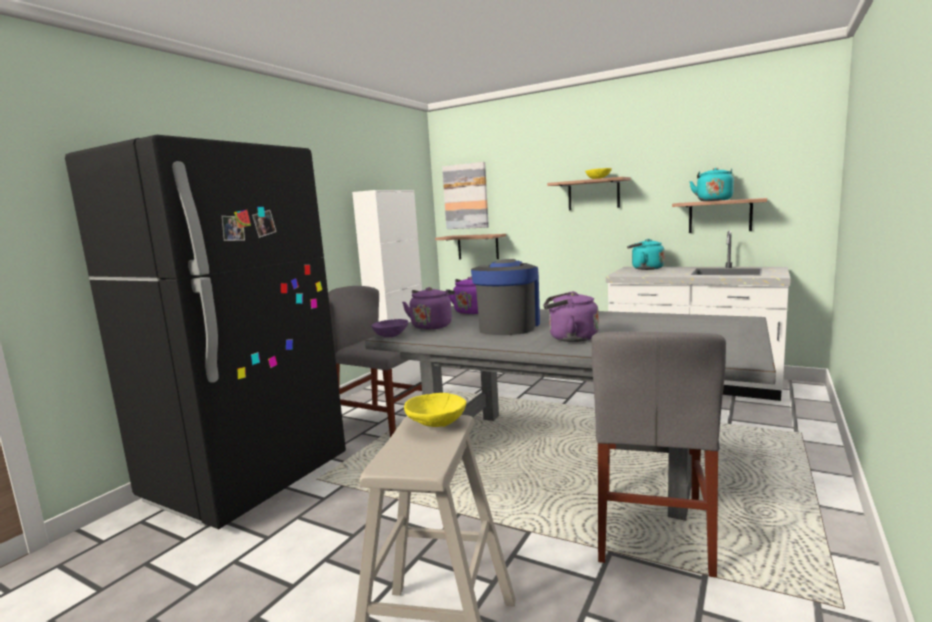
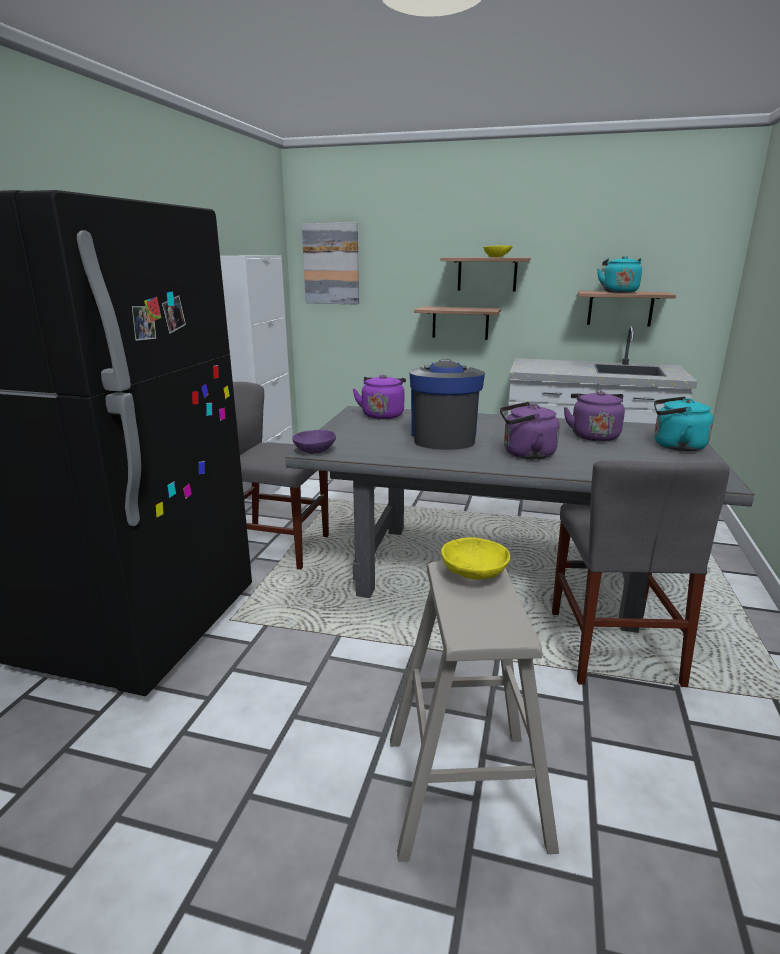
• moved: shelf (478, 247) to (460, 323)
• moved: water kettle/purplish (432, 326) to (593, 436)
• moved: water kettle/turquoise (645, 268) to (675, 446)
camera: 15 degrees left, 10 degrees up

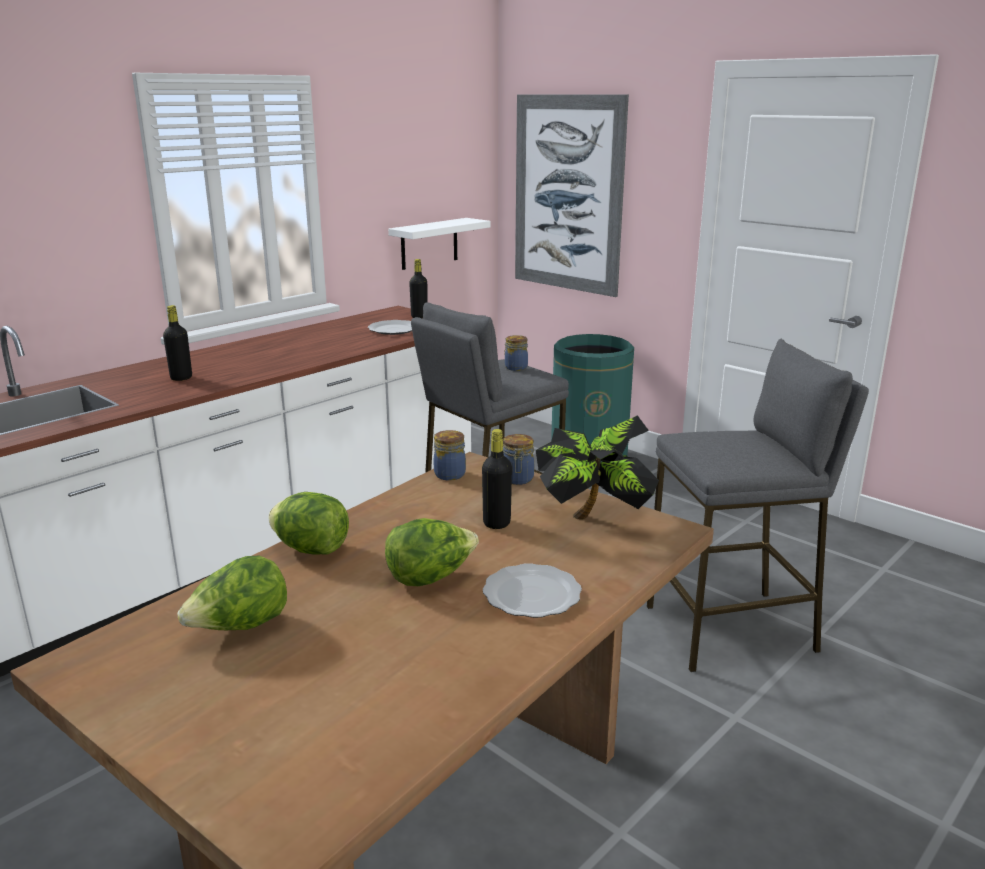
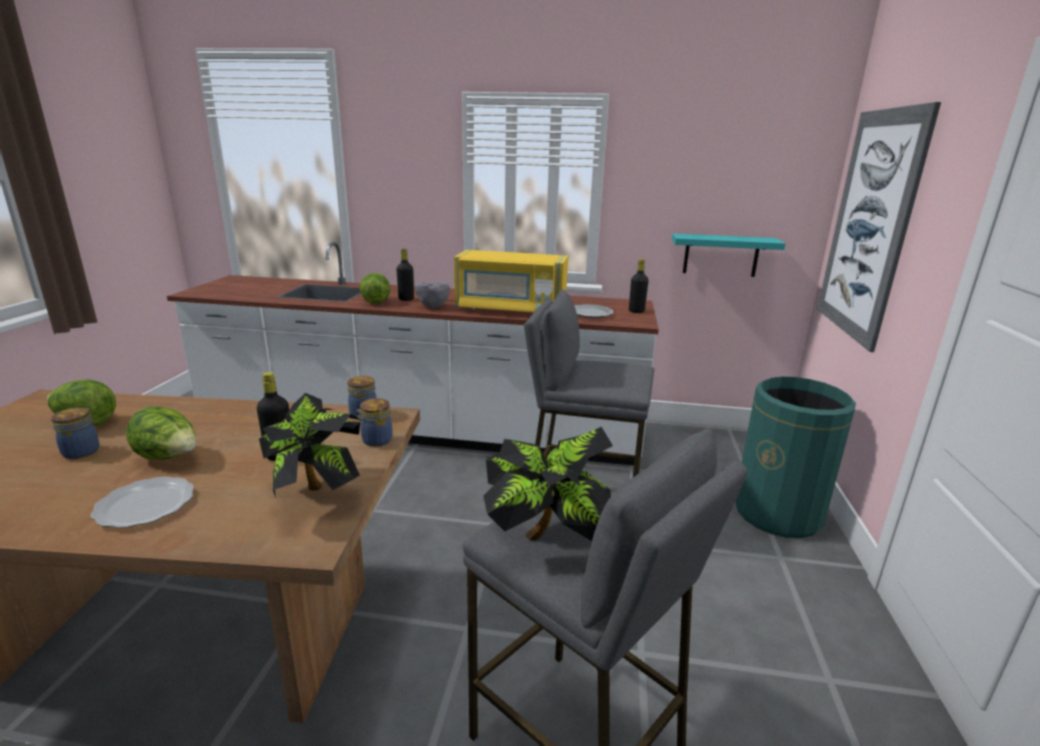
• moved: jar (515, 367) to (83, 451)
• moved: head of lettuce (311, 549) to (376, 302)
• added: bowl/grey (432, 307)
• added: kitchen microwave/yellow (510, 309)
• added: plant in a pot (549, 540)
• recoloured: shelf/whitish (429, 243) to shelf/turquoise (721, 255)
camera: 55 degrees right, 0 degrees up

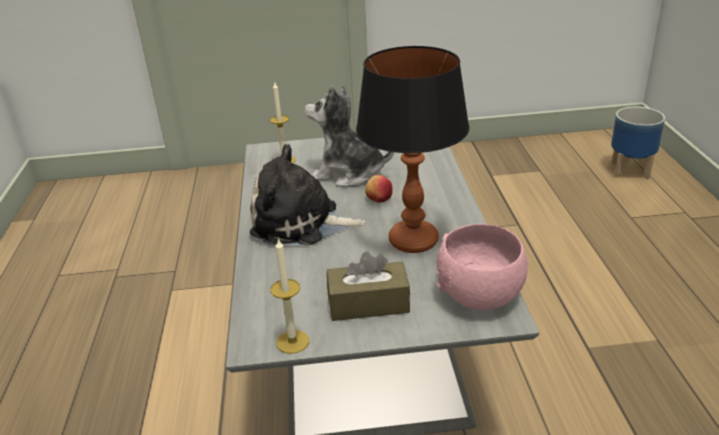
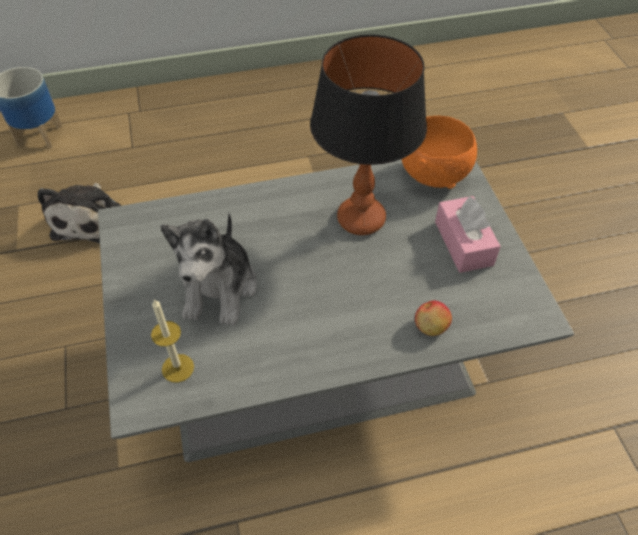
• moved: soft toy (301, 223) to (90, 219)
• recoloured: bowl/pinkish (481, 296) to bowl/orangey (435, 174)
• moved: apple fruit (379, 199) to (431, 326)
• recoloured: tissue holder/brown (368, 304) to tissue holder/pinkish (463, 243)
• removed: candle (292, 342)
camera: 100 degrees left, 20 degrees up

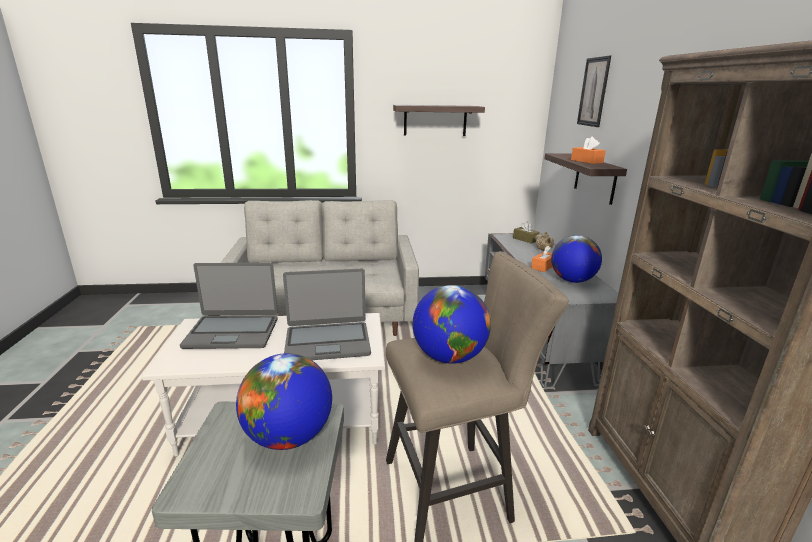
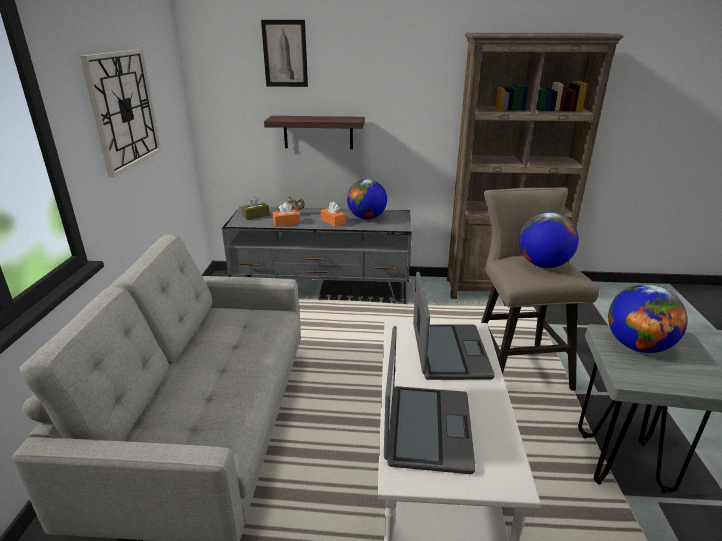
• replaced: shelf (435, 120) to hanging clock (124, 110)
• moved: tissue holder/orangey (586, 161) to (286, 223)
camera: 80 degrees left, 5 degrees up

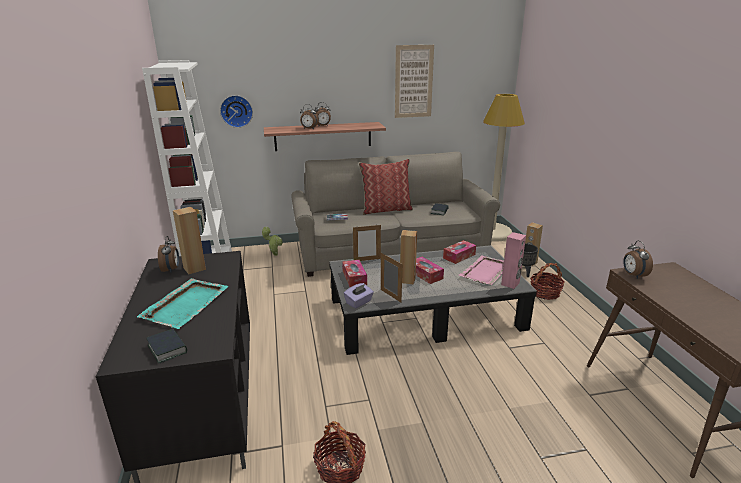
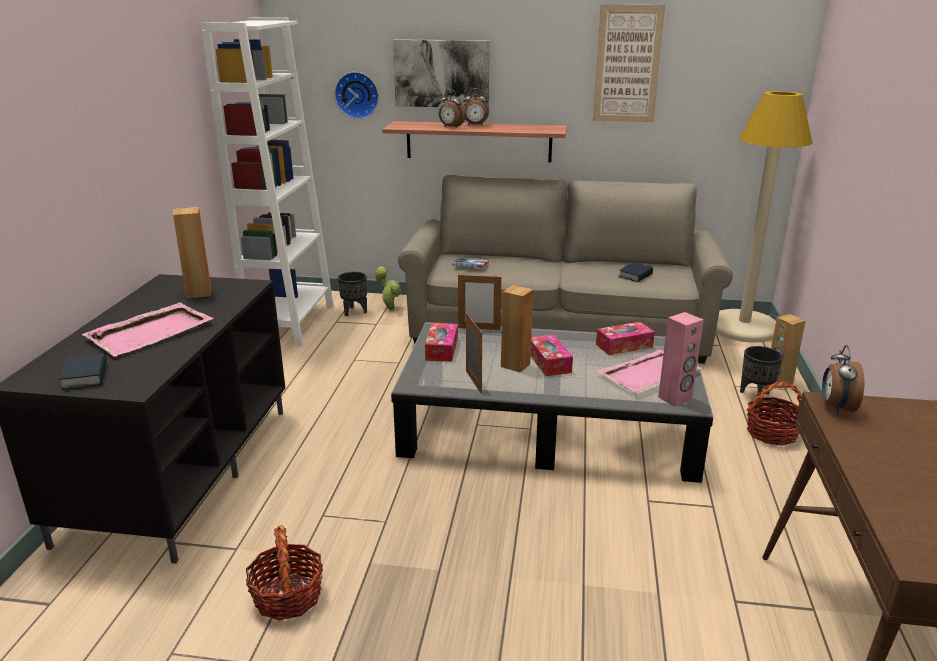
• recoloured: serving tray/turquoise (186, 304) to serving tray/pinkish (151, 332)
• added: plant pot/black-coloured (354, 311)
• added: wall picture (441, 73)
• removed: alarm clock (171, 269)
• removed: tissue holder/purplish (359, 302)
• removed: cushion (386, 209)
camera: 20 degrees right, 0 degrees up

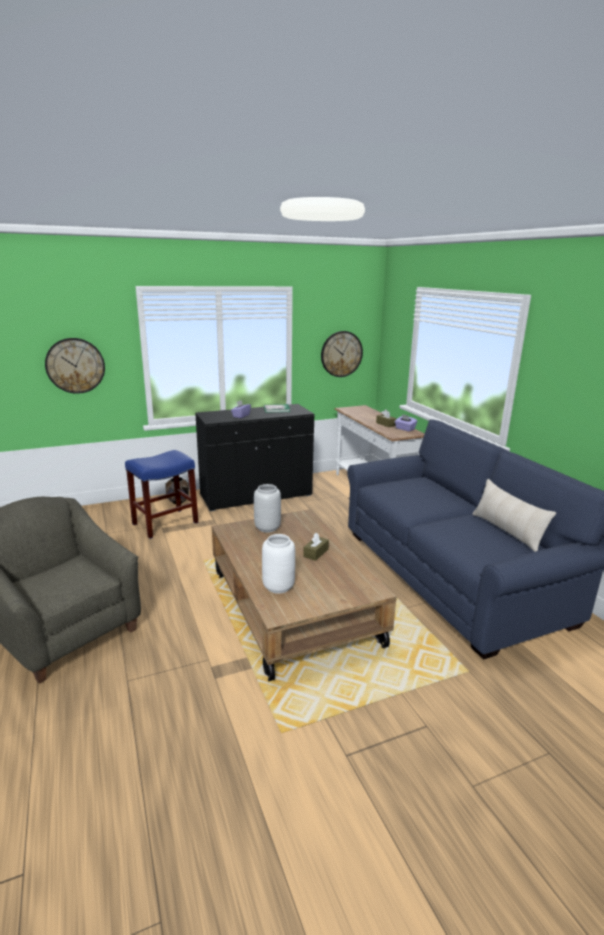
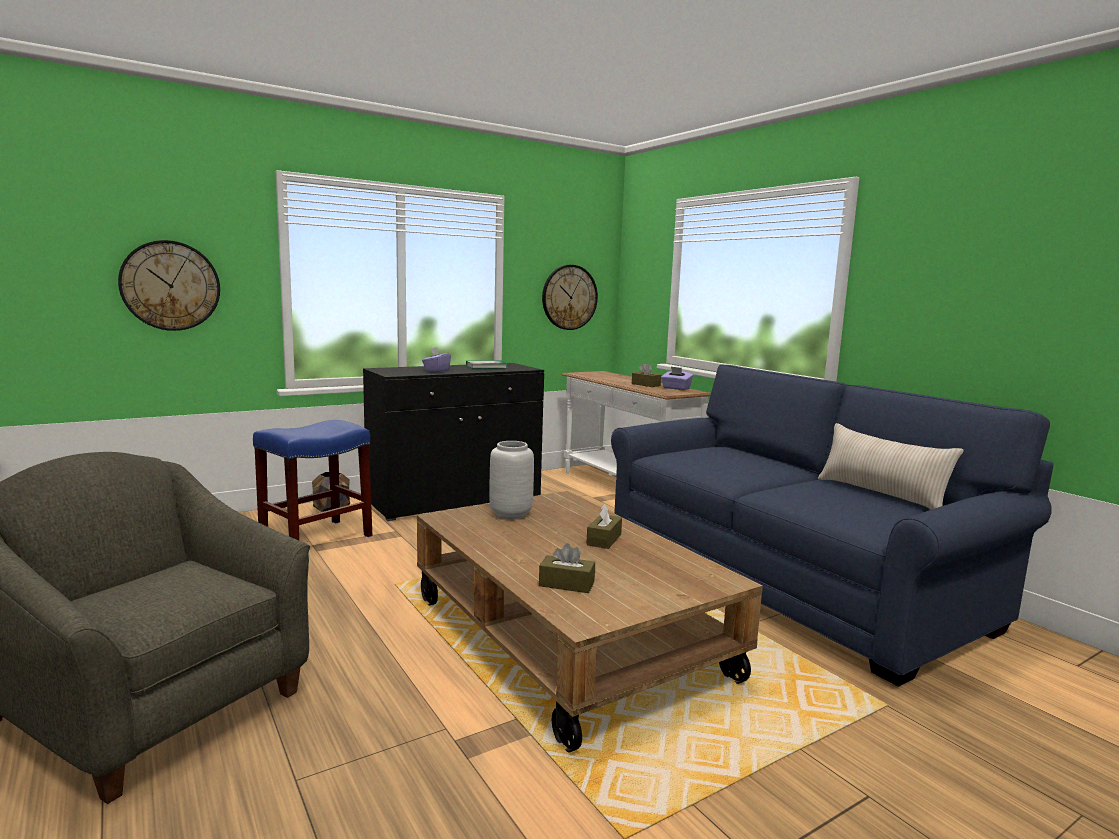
• replaced: decorative vase/whitish (279, 586) to tissue holder/brown (566, 584)
camera: 10 degrees left, 10 degrees down

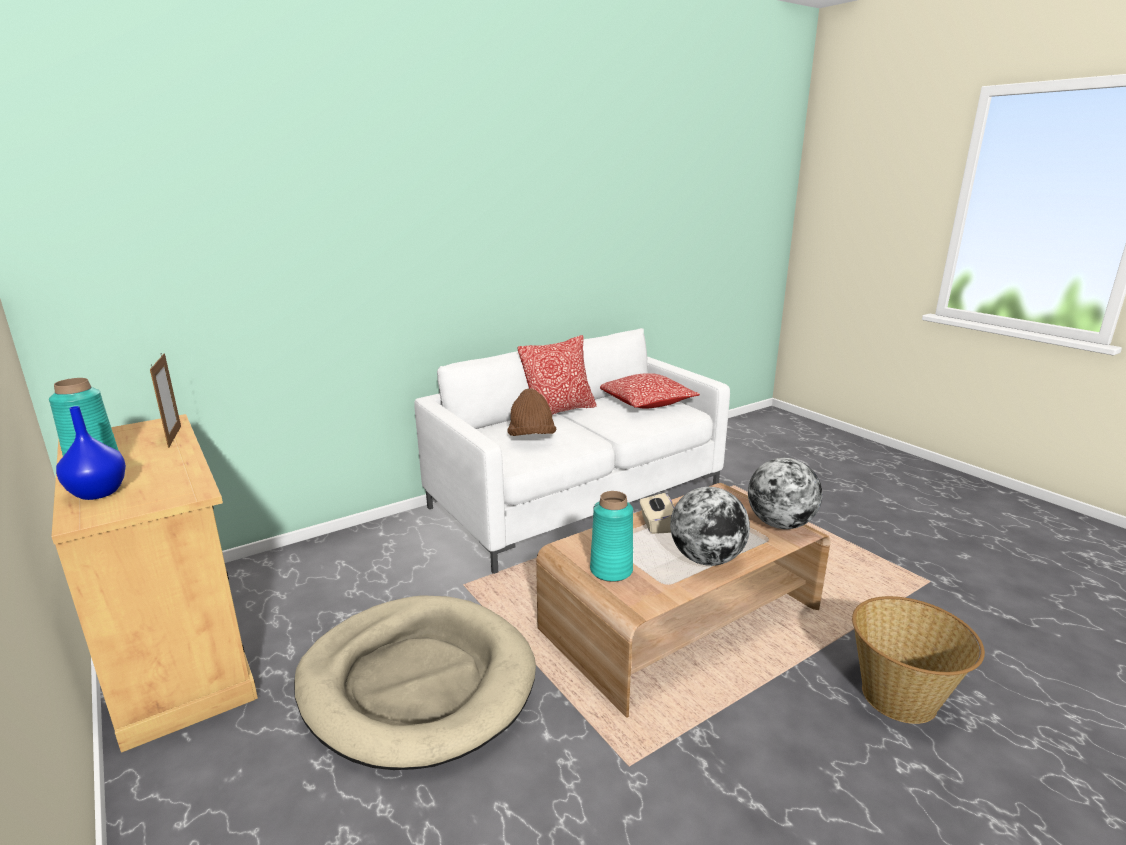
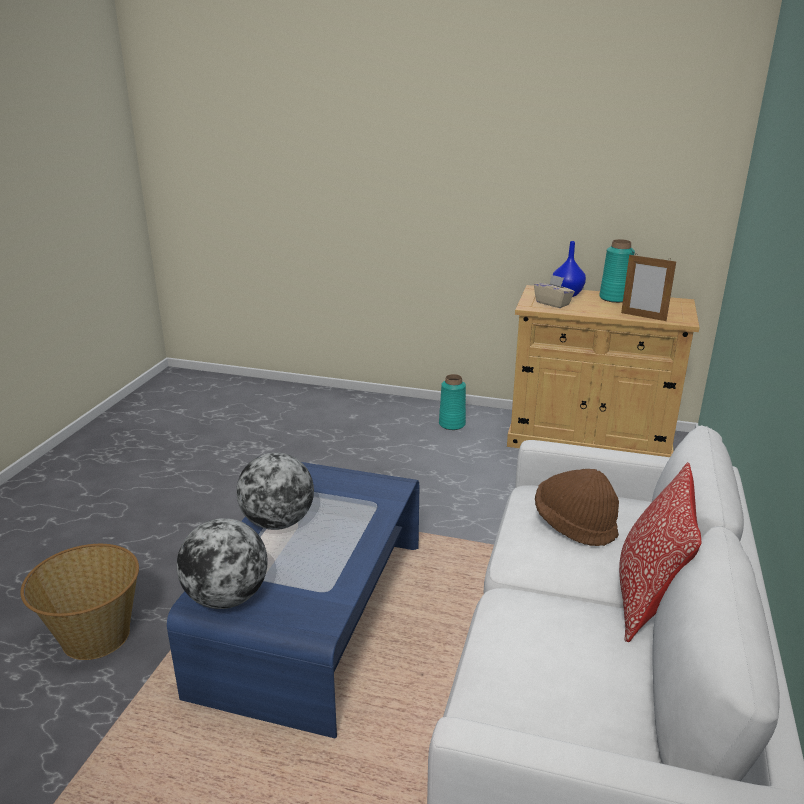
• recoloured: lounge table/brown (681, 619) to lounge table/bluish (314, 615)
• moved: decorative vase/turquoise (611, 570) to (451, 424)
• moved: tissue holder/sand-coloured (656, 524) to (553, 303)
• removed: pet bed/sand-coloured (417, 683)
• removed: cushion (646, 403)
camera: 140 degrees right, 5 degrees up

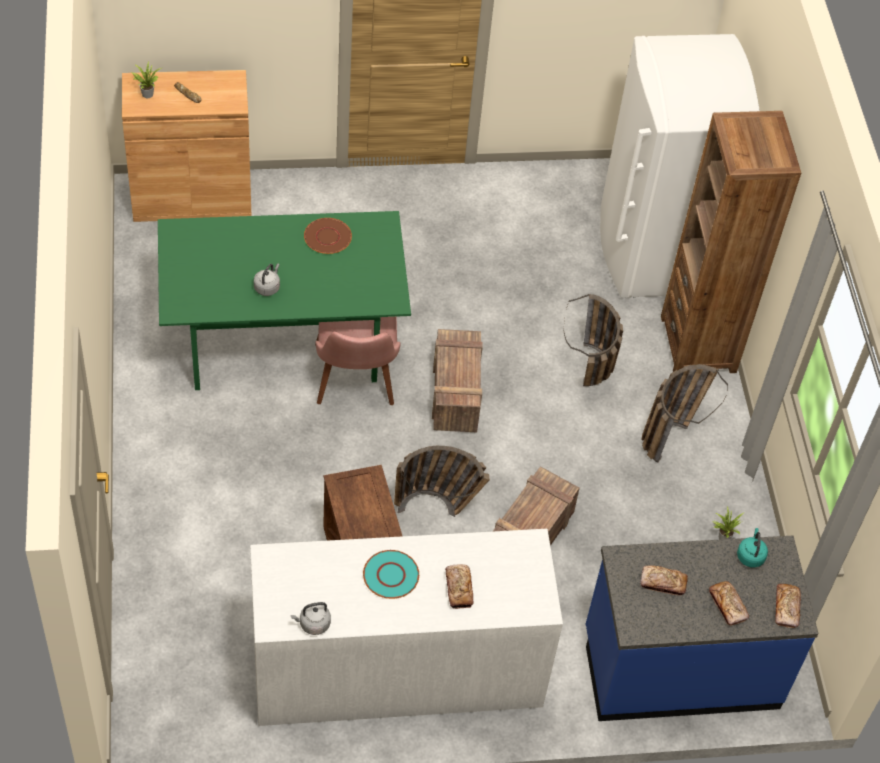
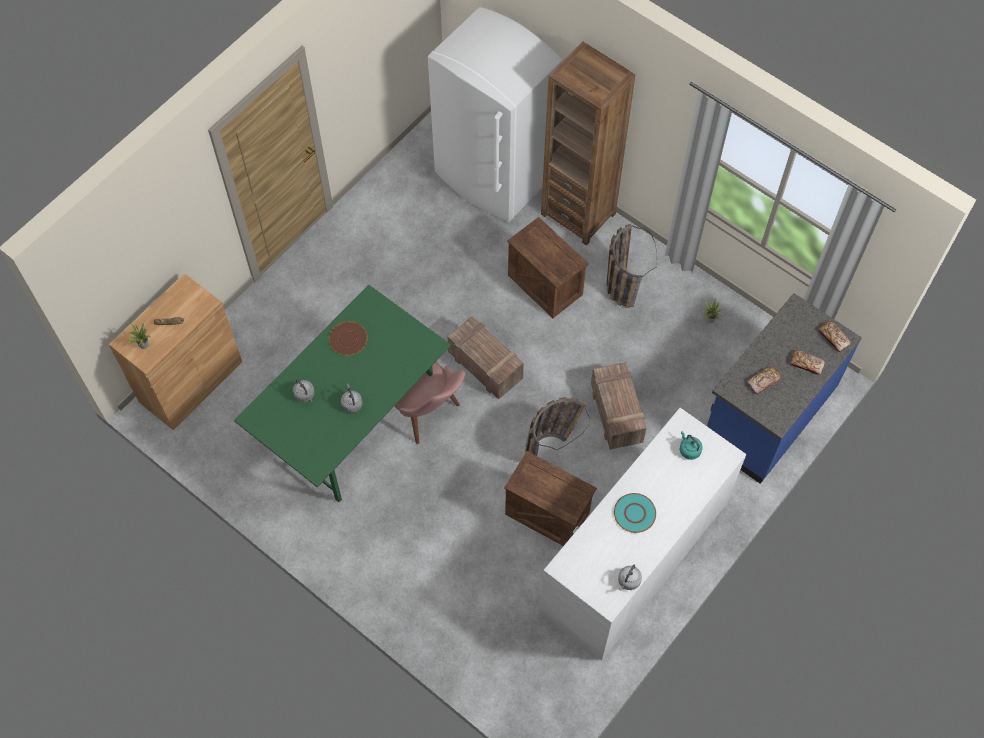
• added: water kettle/grey (305, 395)
• replaced: household basket (592, 375) to crate (544, 285)
• moved: water kettle/turquoise (750, 555) to (689, 450)
• removed: bakery bread (458, 589)
camera: 40 degrees left, 10 degrees up

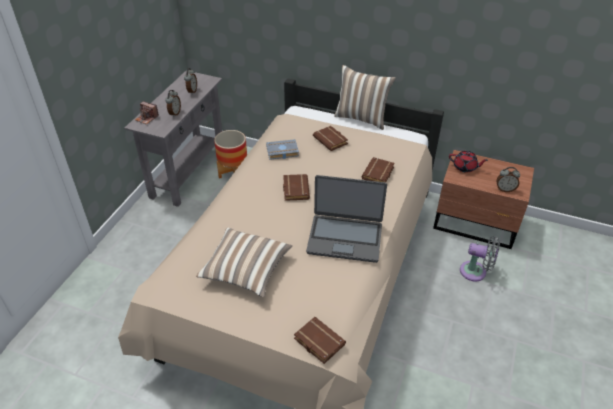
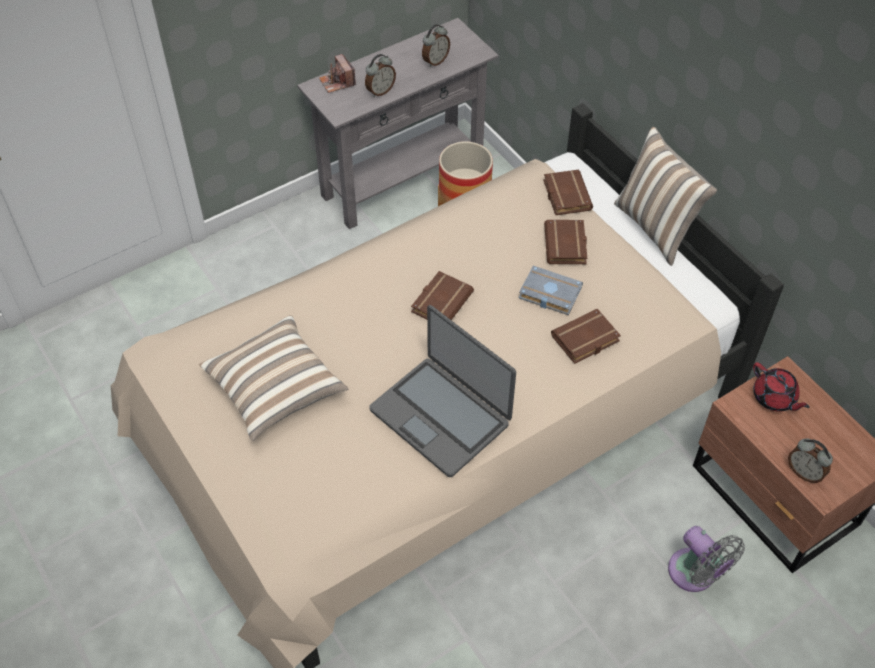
• moved: bound book/grey (282, 152) to (548, 294)
• moved: bound book/brown (317, 342) to (565, 195)
camera: 35 degrees right, 10 degrees up

